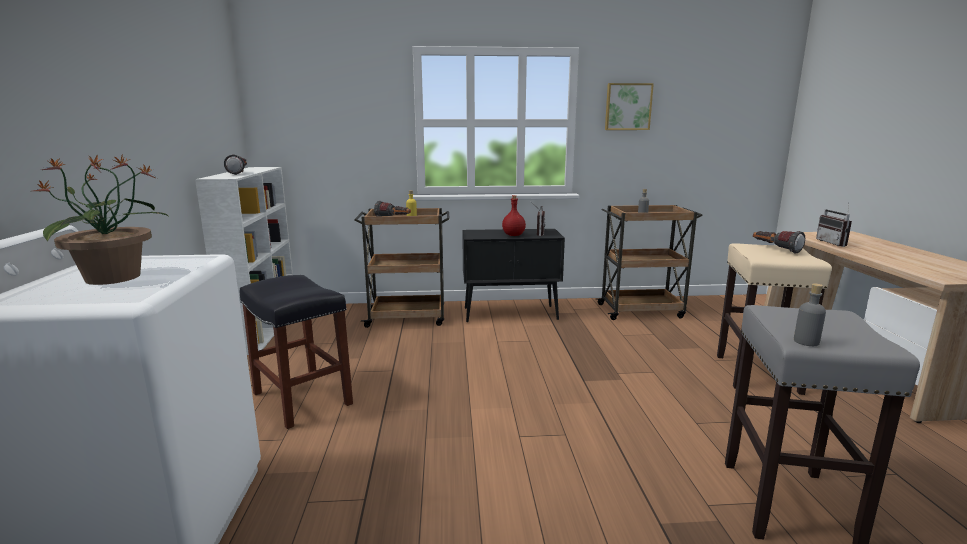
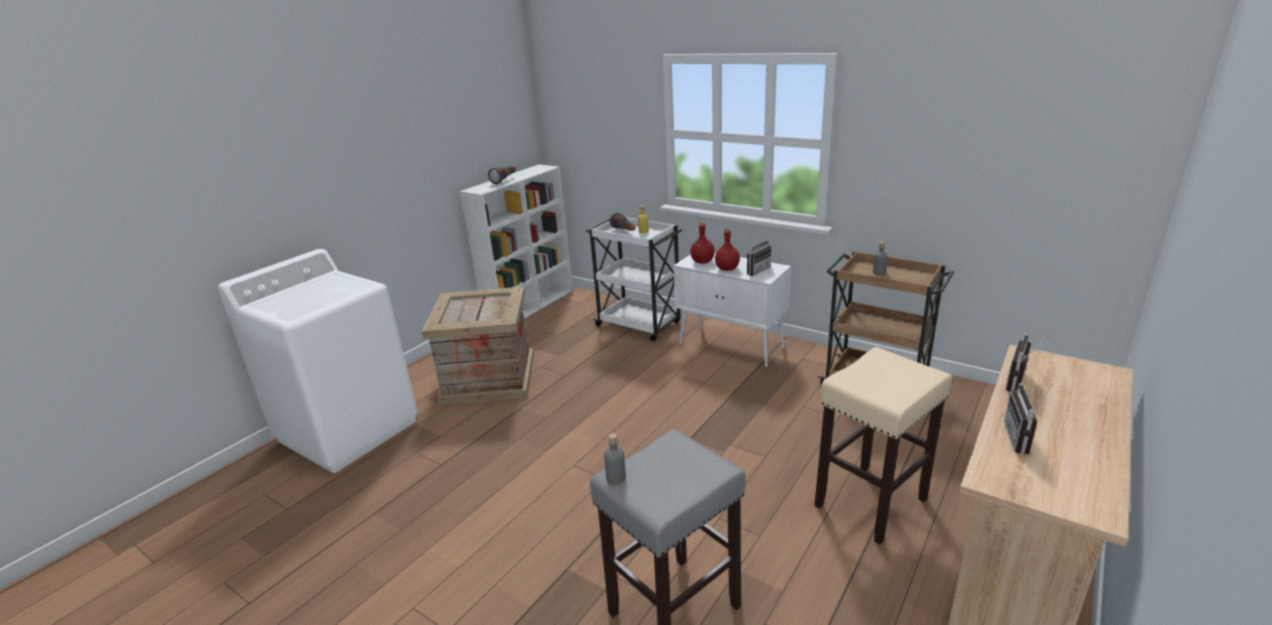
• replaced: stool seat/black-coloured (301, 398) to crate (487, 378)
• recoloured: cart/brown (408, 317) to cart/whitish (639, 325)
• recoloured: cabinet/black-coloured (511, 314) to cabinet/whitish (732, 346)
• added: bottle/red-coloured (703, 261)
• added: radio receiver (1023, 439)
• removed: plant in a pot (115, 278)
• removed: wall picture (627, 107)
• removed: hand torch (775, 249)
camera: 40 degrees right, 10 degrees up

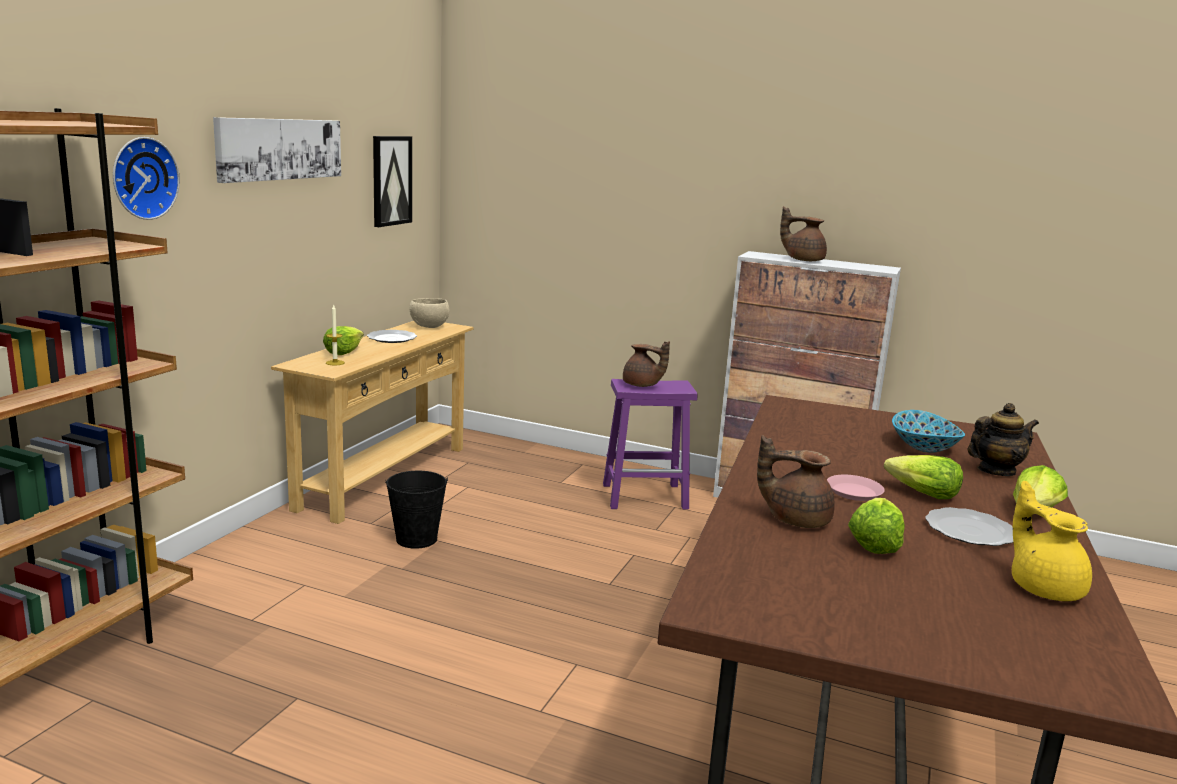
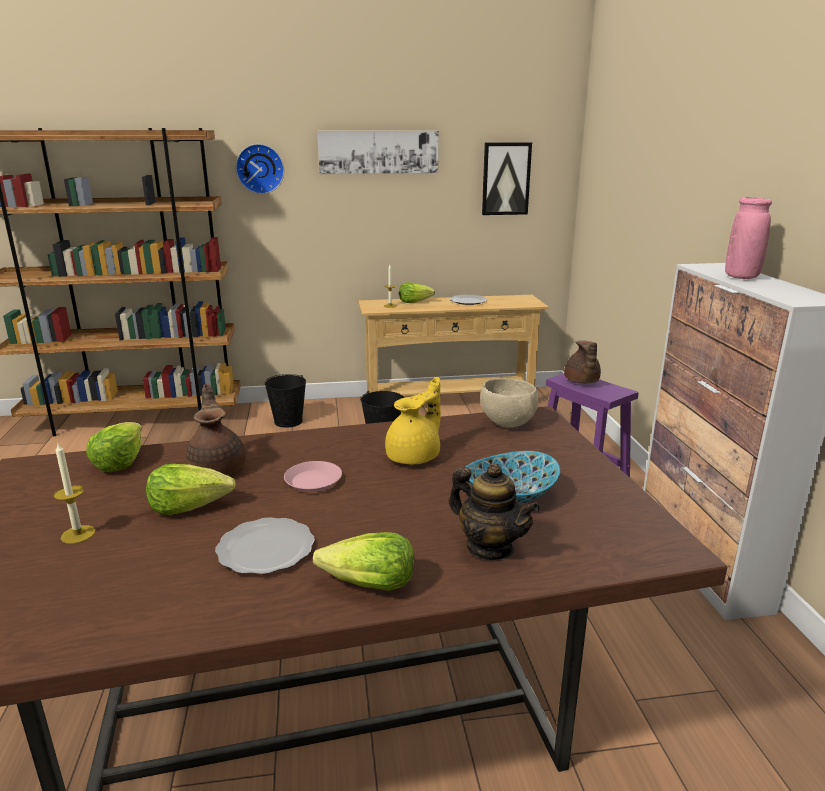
• added: candle (78, 534)
• moved: head of lettuce (922, 494) to (119, 462)
• added: water bucket/black-coloured (288, 421)
• moved: teapot/yellow (1044, 587) to (415, 456)
• moved: bowl/sand-coloured (429, 327) to (507, 423)
• replaced: teapot/brown (803, 260) to decorative vase/pinkish (741, 277)
camera: 60 degrees right, 5 degrees up

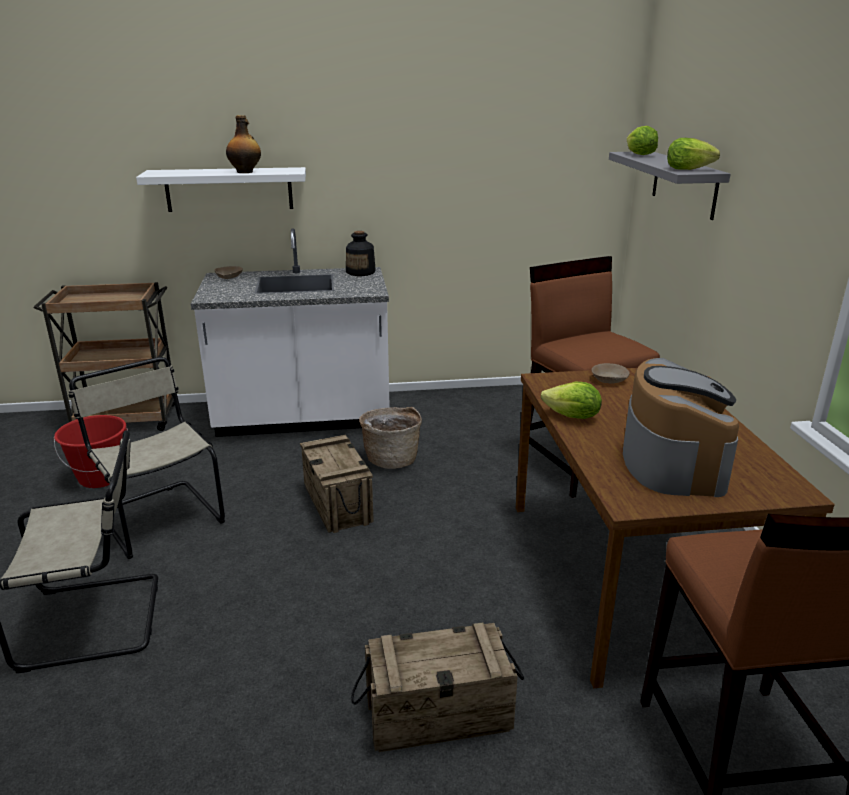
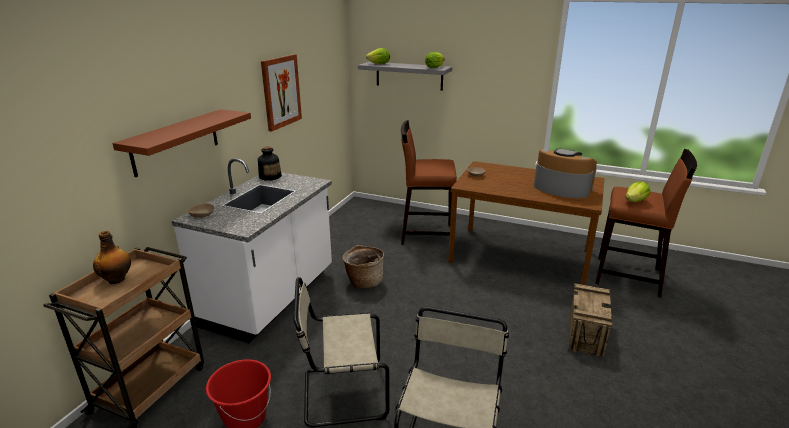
• moved: bottle (245, 172) to (117, 279)
• recoloured: shelf/whitish (229, 189) to shelf/brown (176, 142)
• added: wall picture (281, 92)
• moved: head of lettuce (572, 417) to (635, 201)
• removed: crate (338, 503)
camera: 60 degrees left, 0 degrees up

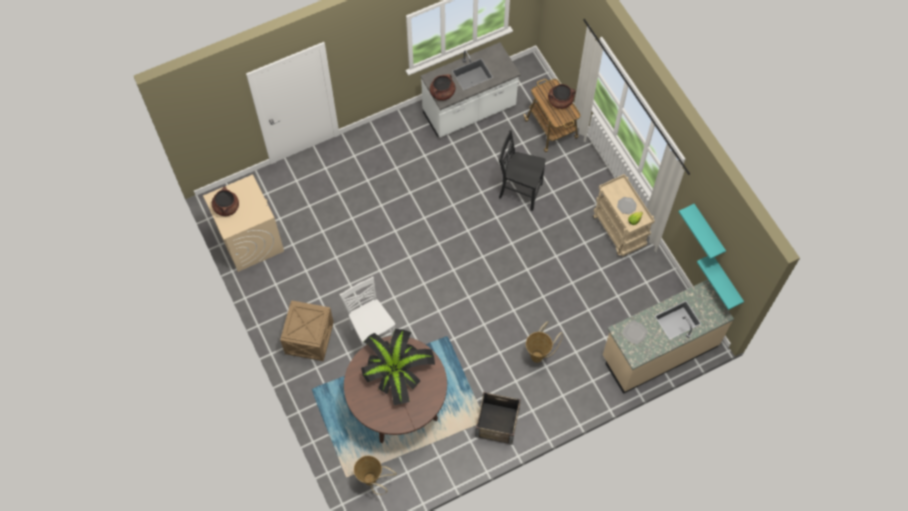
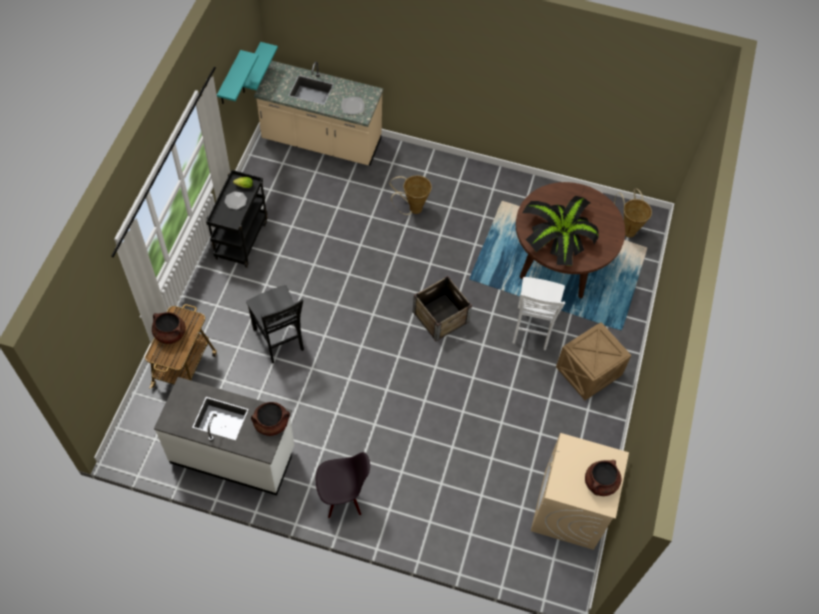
• recoloured: cart/sand-coloured (619, 231) to cart/black-coloured (241, 239)
• added: chair/black-coloured (342, 497)
• moved: crate (497, 423) to (441, 317)
camera: 140 degrees left, 5 degrees down

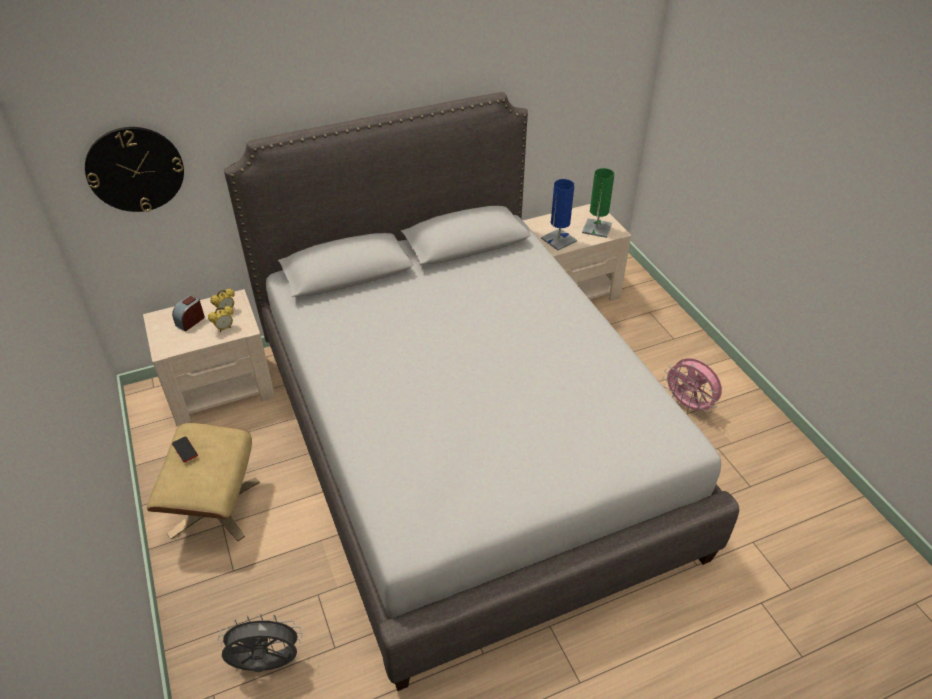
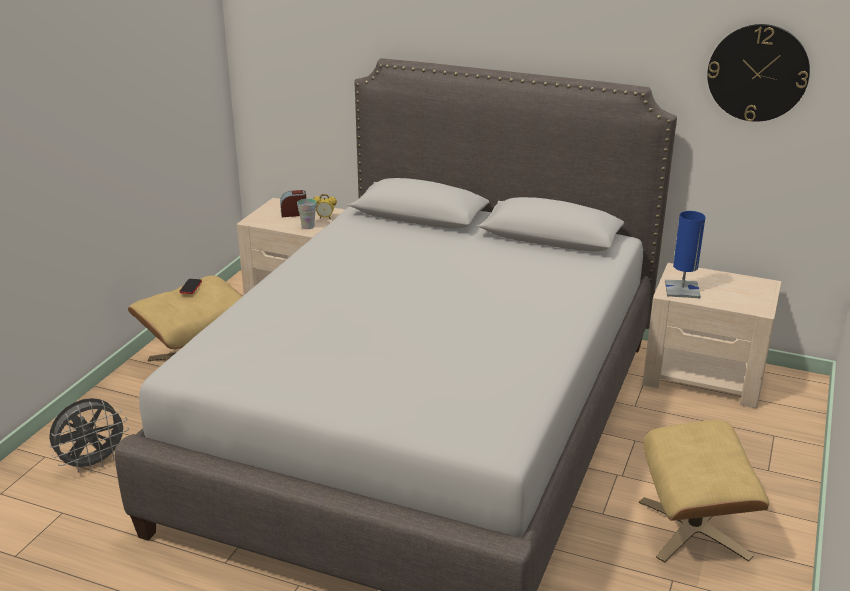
• turned: electric fan/grey (266, 665) = (93, 463) 105 degrees clockwise
• replaced: alarm clock (224, 328) to small cup (308, 226)
• replaced: electric fan/pinkish (688, 405) to footrest/sand-coloured (694, 529)
• moved: hanging clock (135, 169) to (757, 73)
• removed: tabletop lamp/greenish (596, 228)
camera: 45 degrees right, 15 degrees down

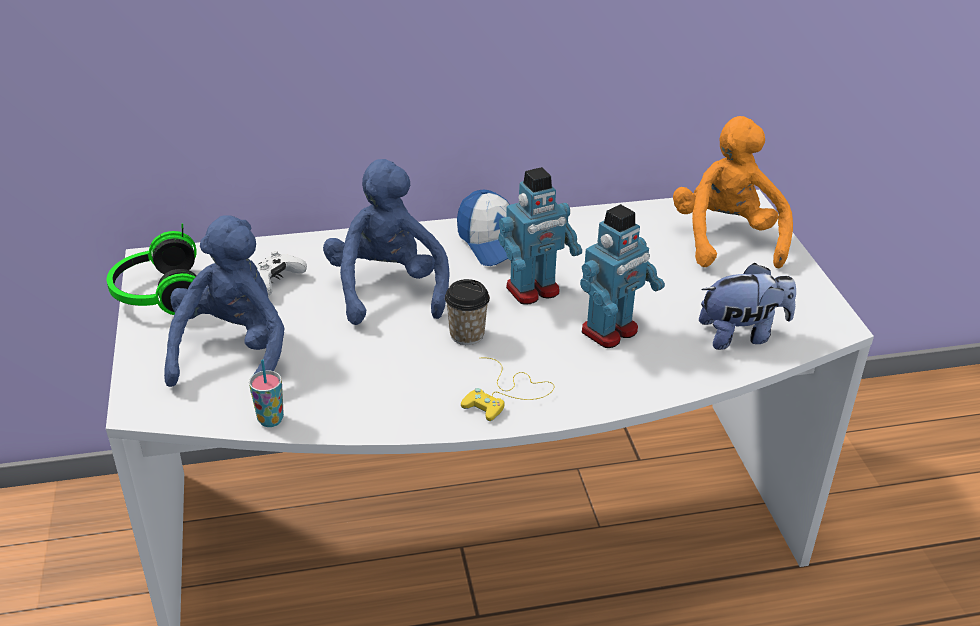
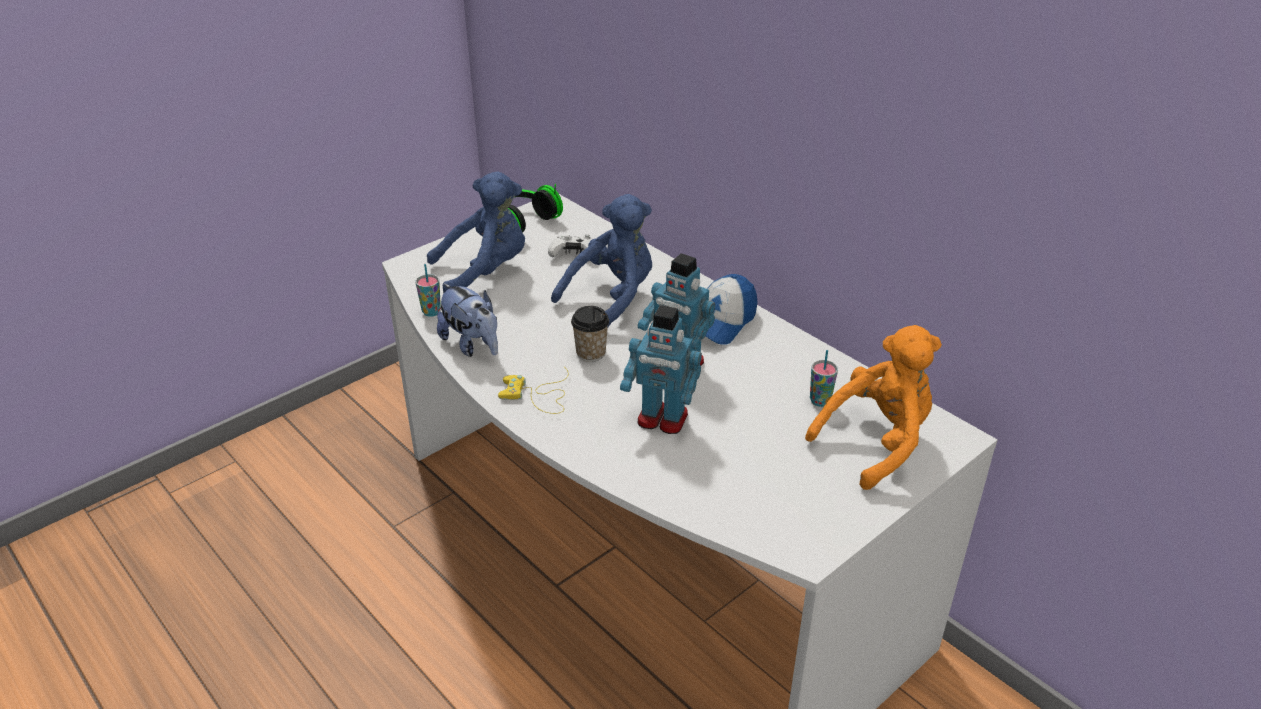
• moved: soft toy (742, 335) to (472, 345)
• added: small cup (820, 401)
camera: 60 degrees right, 0 degrees up

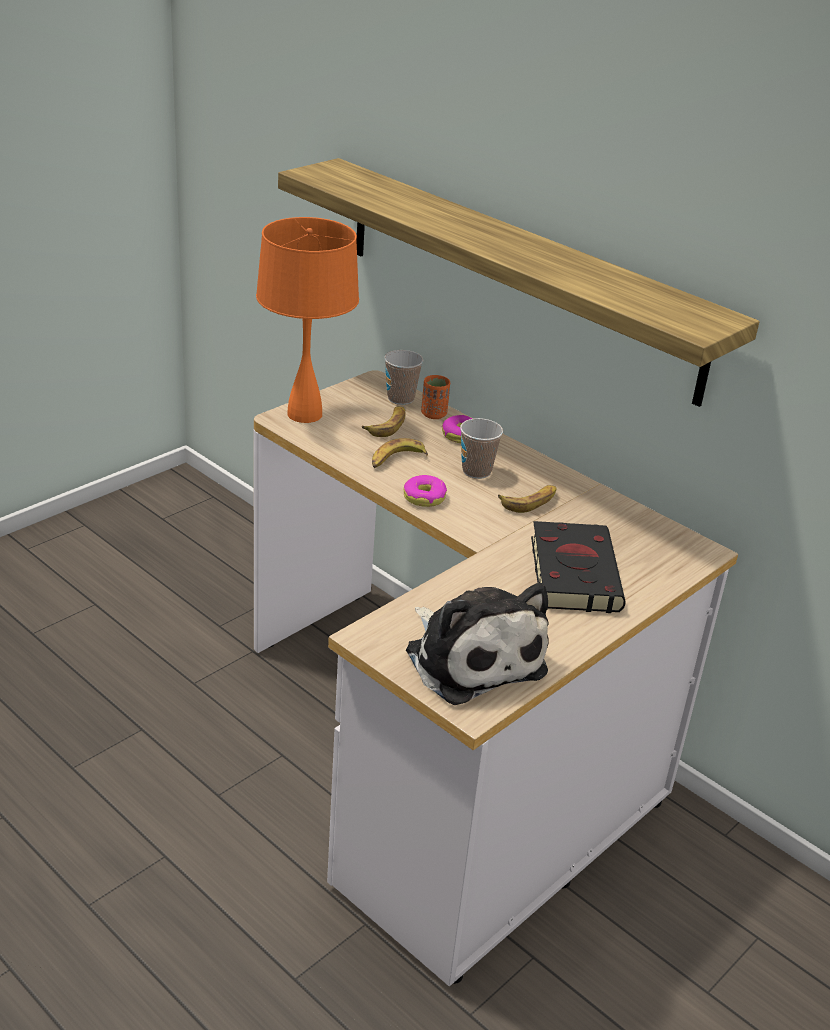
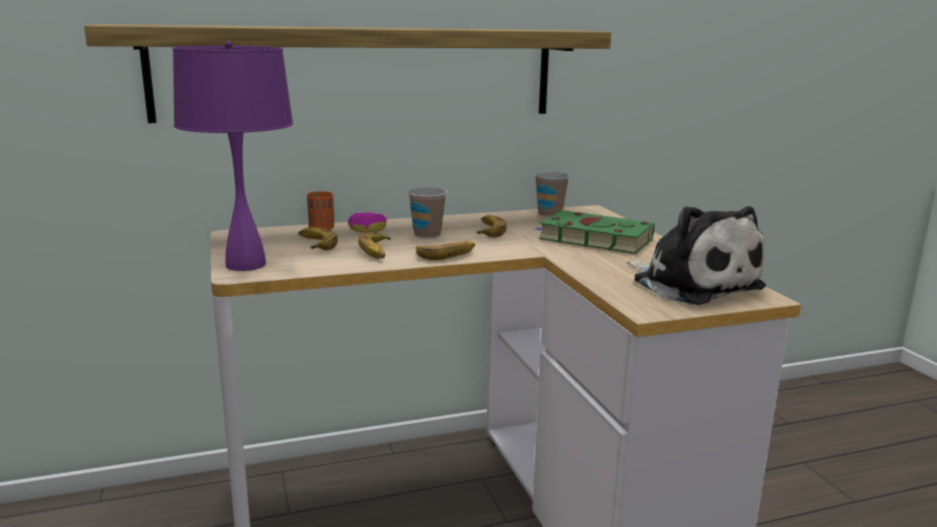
• recoloured: tabletop lamp/orangey (305, 414) to tabletop lamp/purplish (246, 265)
• replaced: doughnut (424, 497) to banana fruit (447, 254)
• recoloured: bound book/black-coloured (573, 571) to bound book/greenish (592, 238)
• moved: small cup (400, 398) to (550, 214)
• turned: soft toy (471, 657) = (692, 284) 60 degrees clockwise
camera: 60 degrees left, 15 degrees down

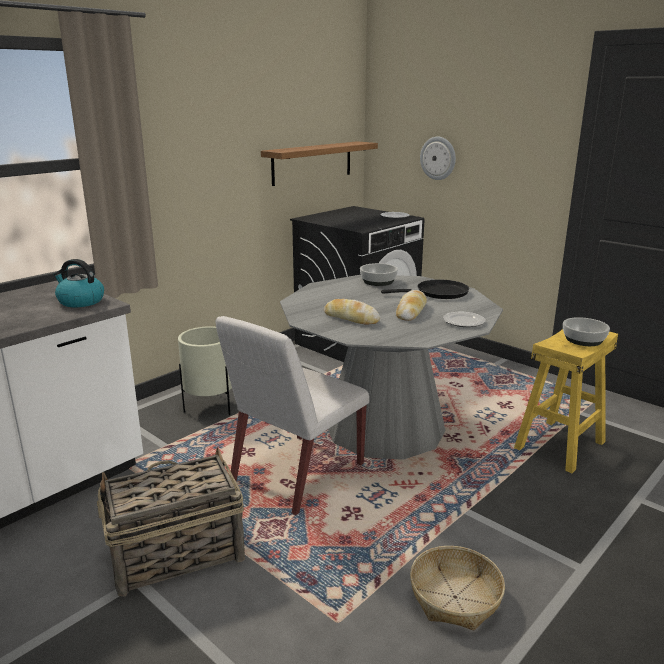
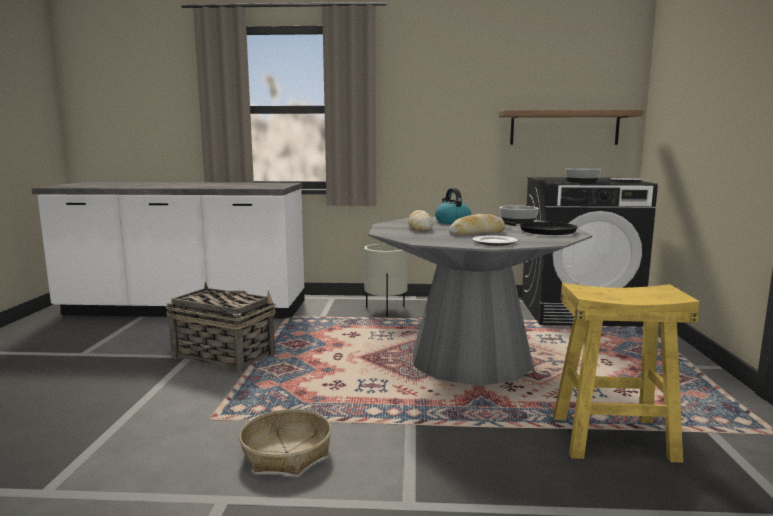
• moved: water kettle (80, 301) to (452, 222)
• moved: bowl (583, 340) to (581, 181)
• removed: chair/whitish (296, 474)
• removed: hanging clock (438, 158)
camera: 50 degrees right, 10 degrees down

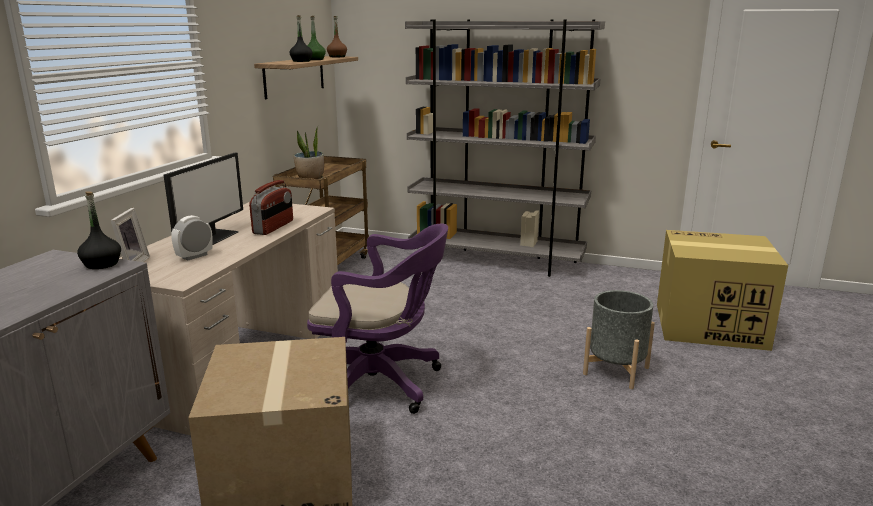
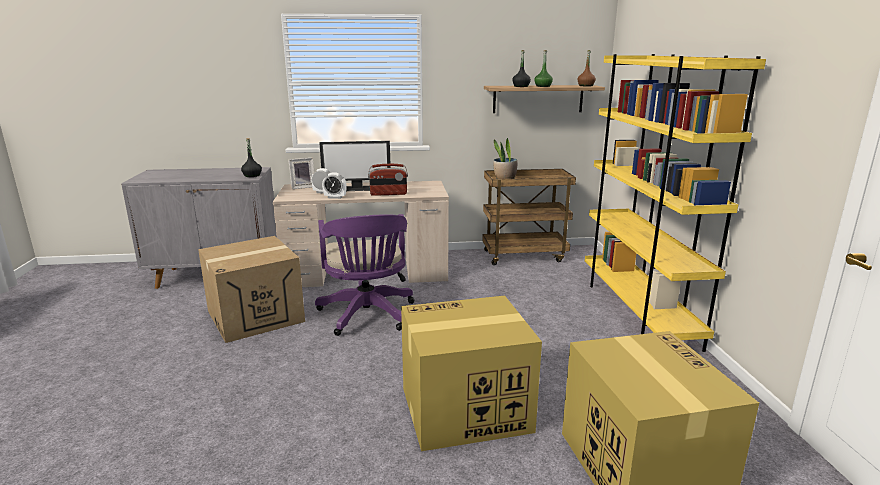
• added: alarm clock (335, 197)
• replaced: plant pot/grey (616, 371) to cardboard box (463, 410)
• recoloured: bookcase/grey (496, 261) to bookcase/yellow (637, 311)
camera: 65 degrees right, 0 degrees up

